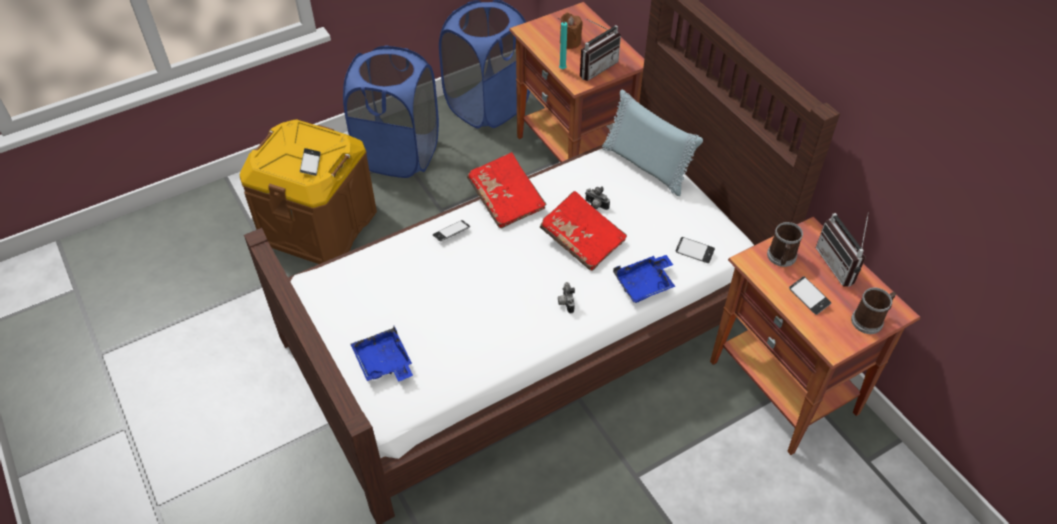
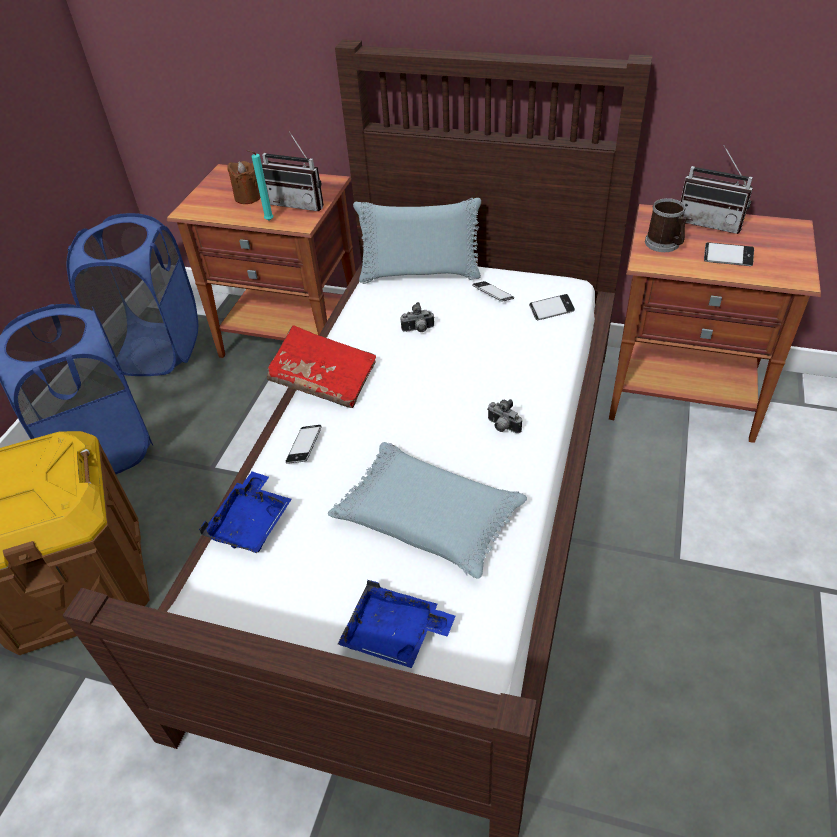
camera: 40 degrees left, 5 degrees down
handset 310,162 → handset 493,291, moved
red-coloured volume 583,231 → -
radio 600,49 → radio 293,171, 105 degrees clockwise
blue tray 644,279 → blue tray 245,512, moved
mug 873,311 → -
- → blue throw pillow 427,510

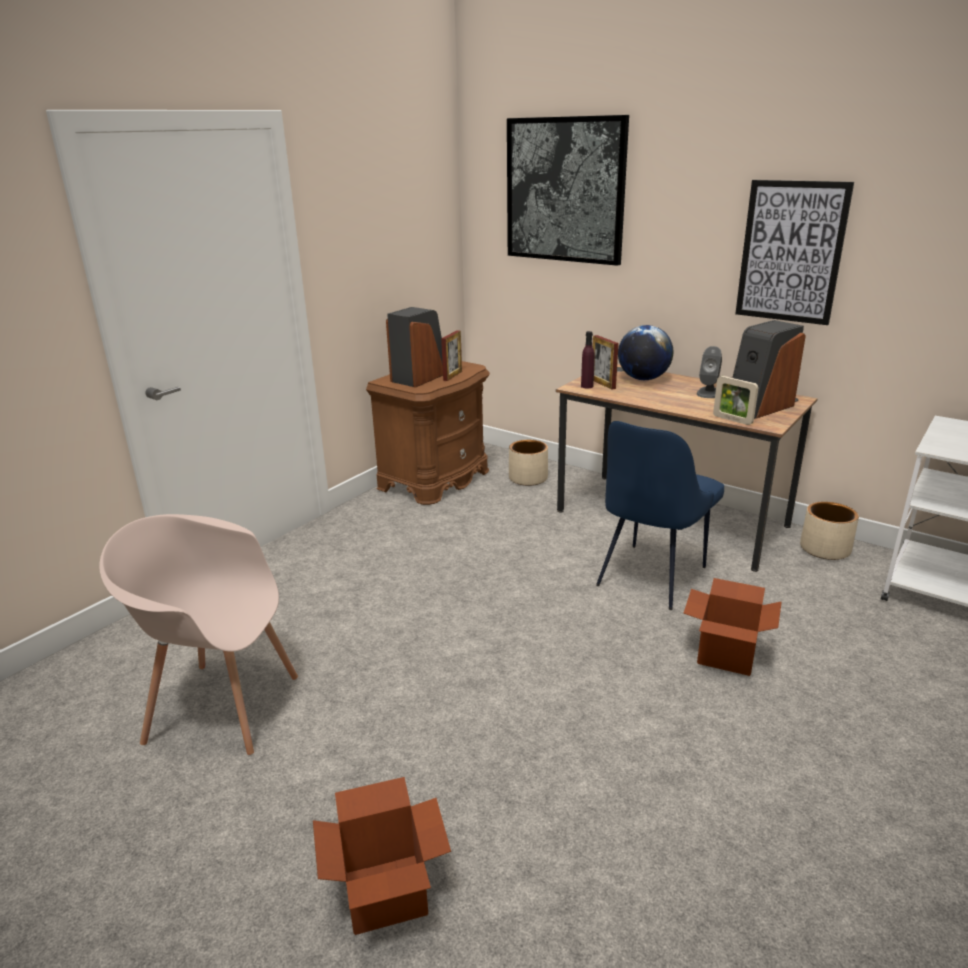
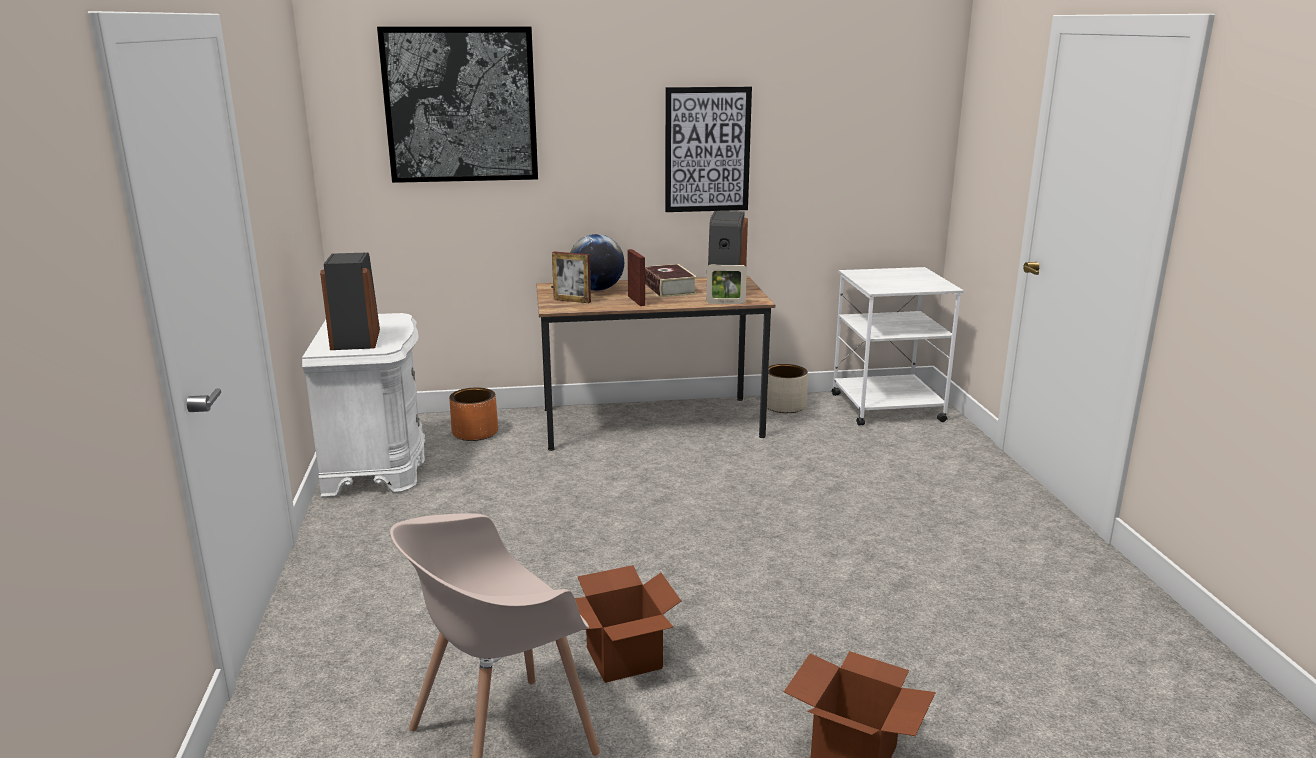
camera: 45 degrees left, 5 degrees down
brown nightstand 428,433 → white-coloured nightstand 363,405
picture frame 451,355 → picture frame 636,277, moved
beige-coloured flower pot 528,463 → orange-coloured flower pot 473,414
purple-coloured beverage bottle 588,359 → -
blue upright chair 660,515 → -
cardboard box 732,627 → cardboard box 628,624, moved
grey speaker 709,372 → volume 671,281

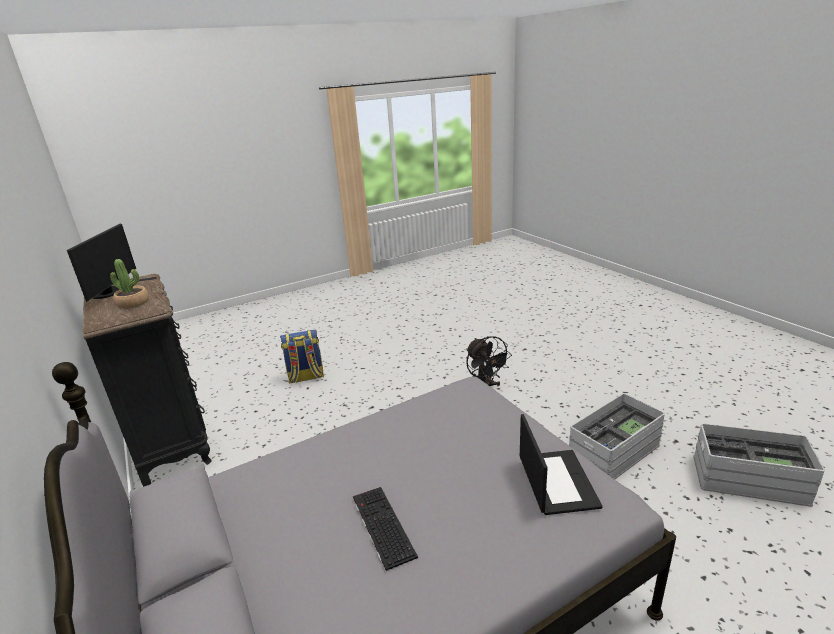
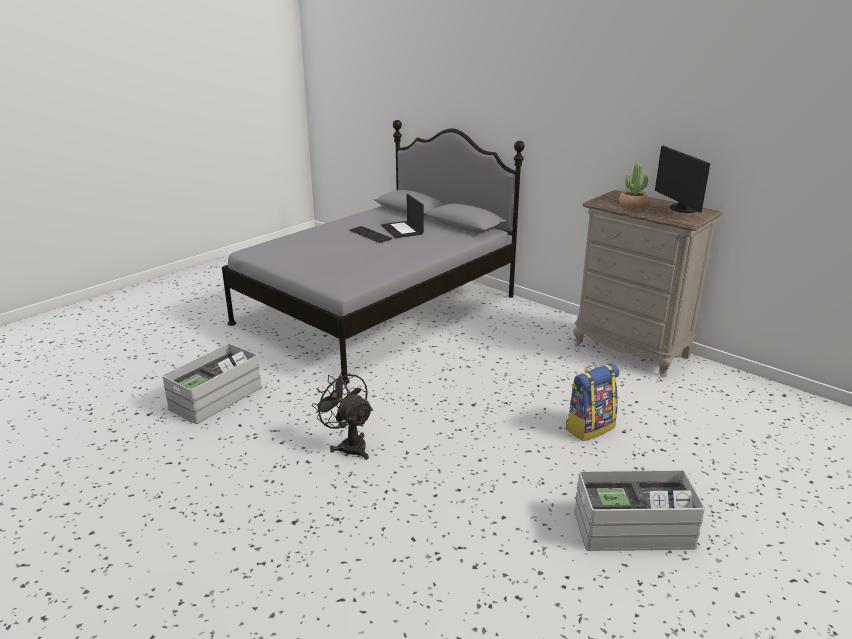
camera: 160 degrees right, 0 degrees up
black-coloured dresser 147,380 → beige-coloured dresser 648,283
notebook computer 561,464 → notebook computer 402,216, moved
grey storage bin 759,465 → grey storage bin 639,510, moved

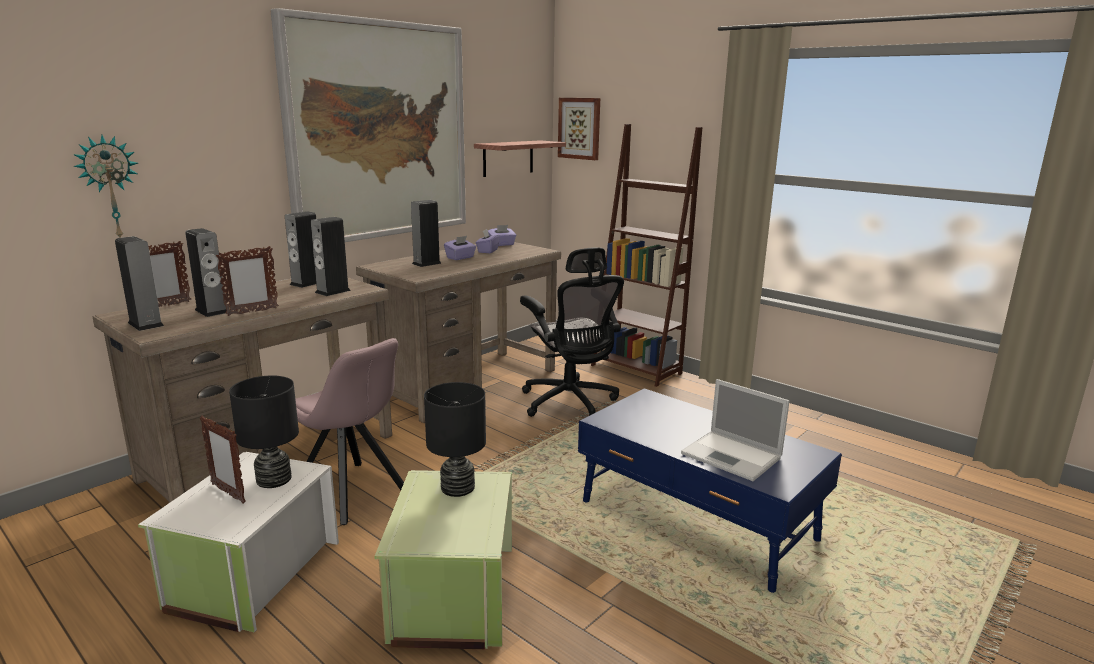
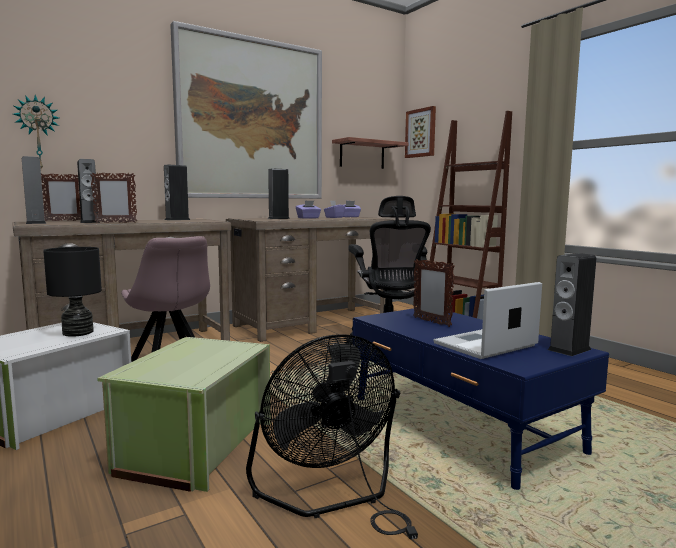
camera: 15 degrees right, 10 degrees down
picture frame 223,459 → picture frame 434,293, moved
speaker 331,256 → speaker 572,304, moved
black-coloured table lamp 455,439 → -
notebook computer 735,430 → notebook computer 488,320, 90 degrees clockwise
- → black-coloured electric fan 332,436

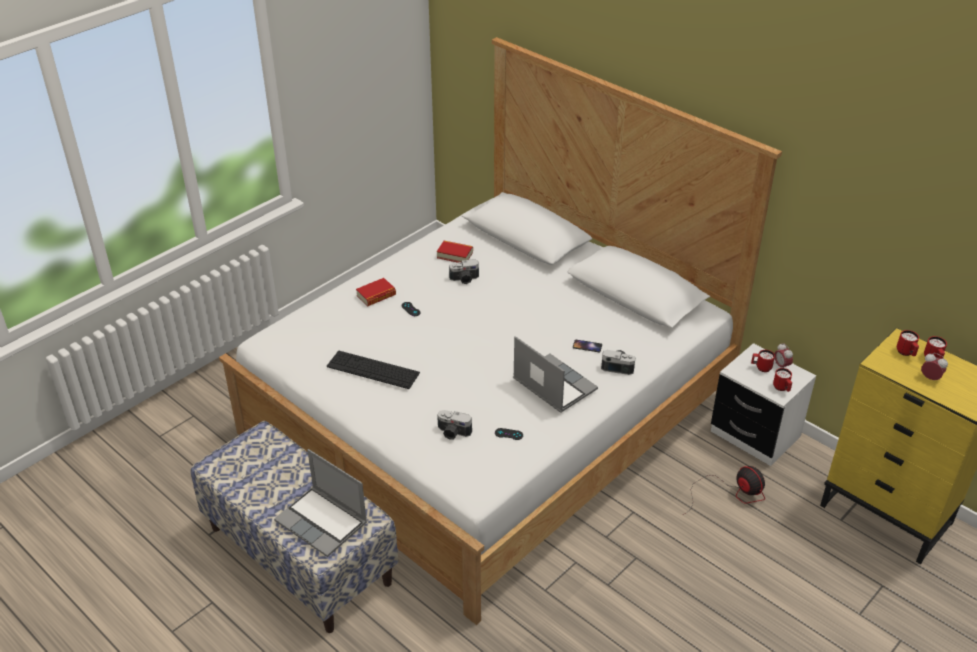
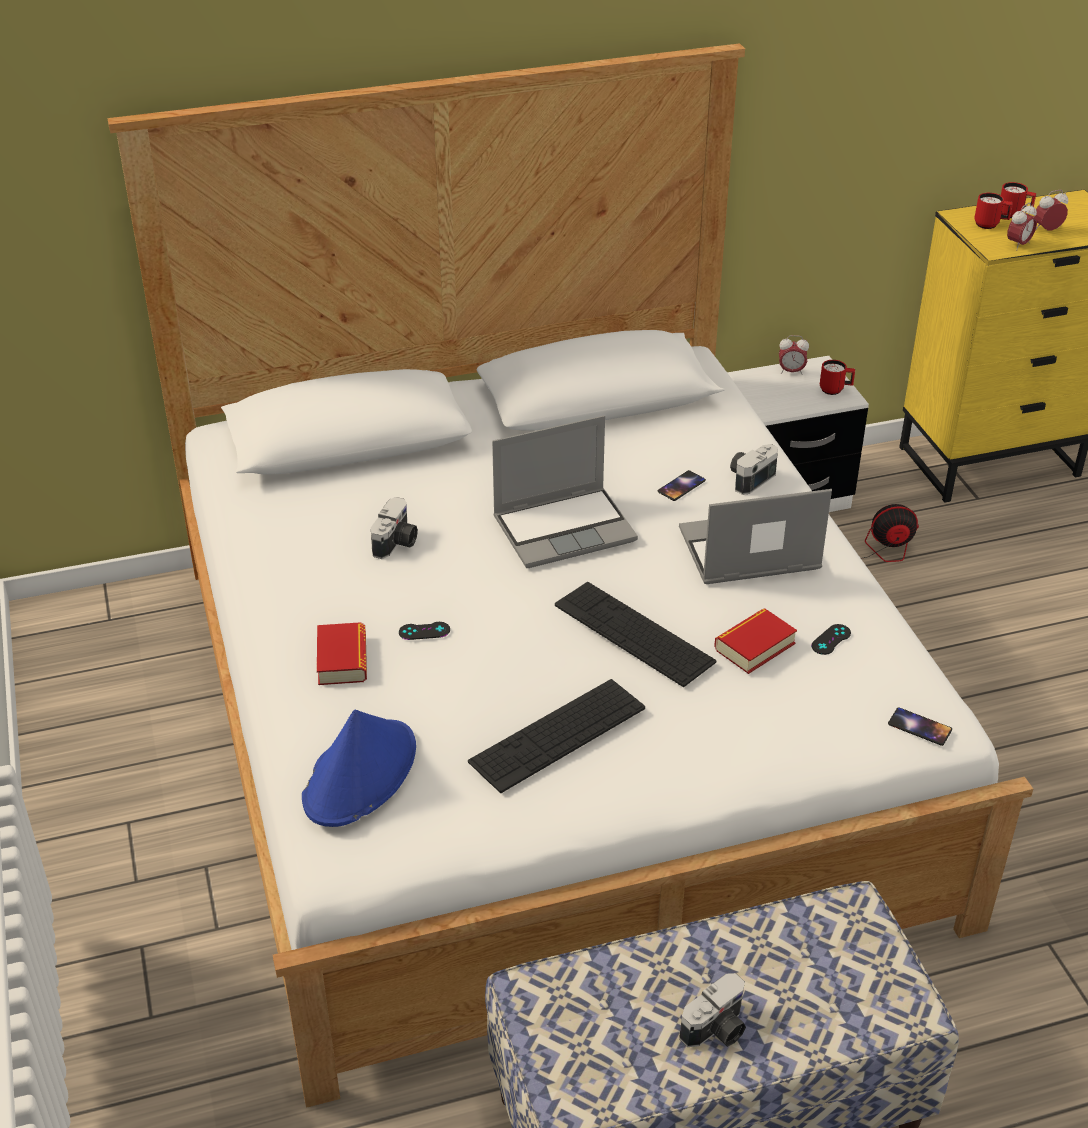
camera: 60 degrees left, 0 degrees up
notebook computer 320,503 → notebook computer 565,491, moved
volume 455,252 → volume 755,641, moved
photo camera 454,425 → photo camera 712,1010, moved
red-coloured mug 763,361 → -
- → blue hat 359,768
- → PC keyboard 635,634
- → handset 920,726
- → alarm clock 1022,226

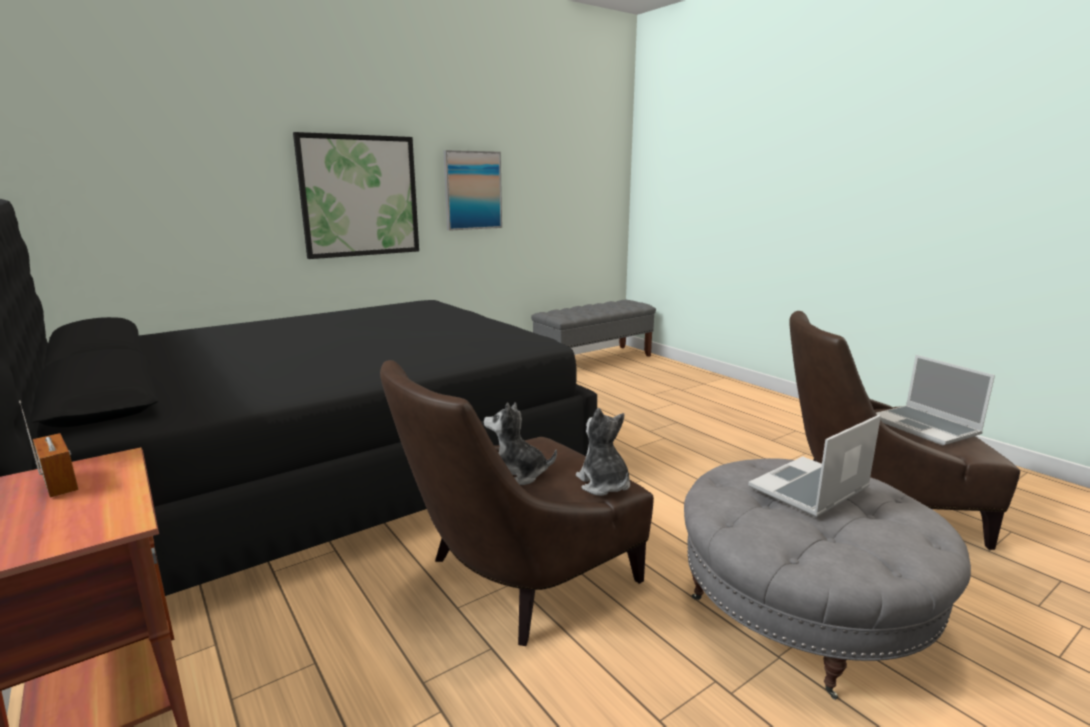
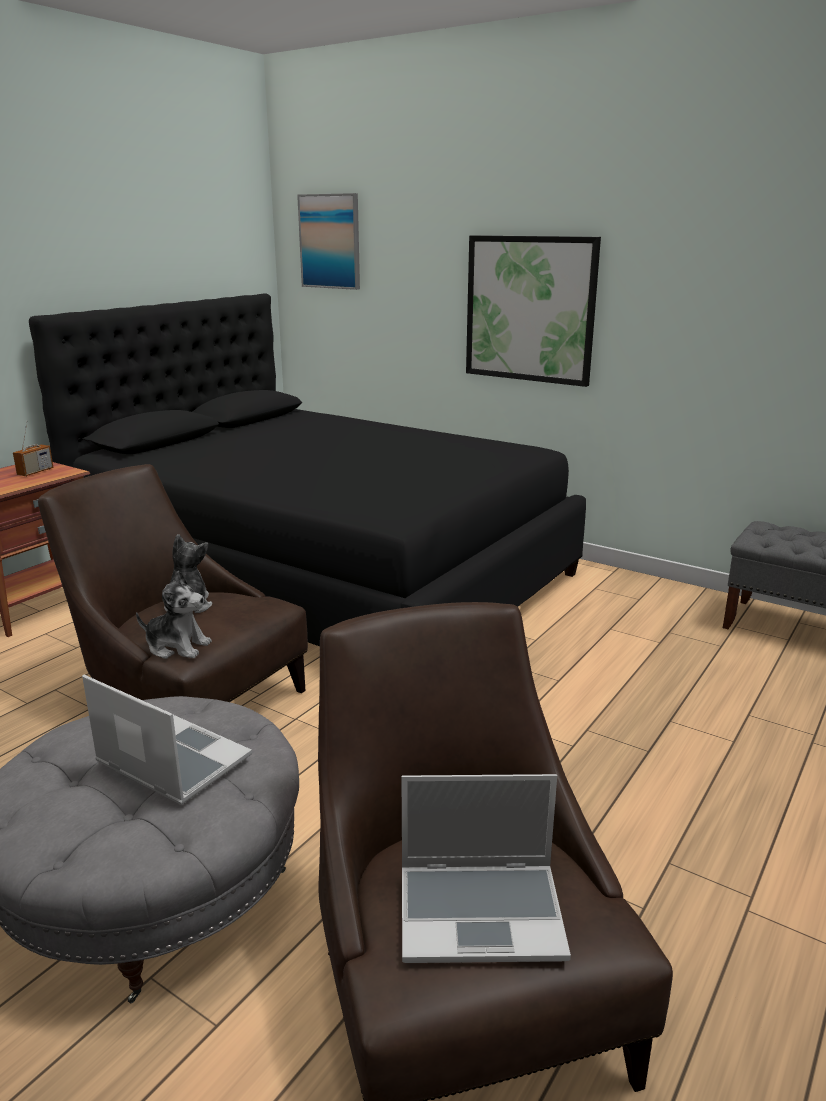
camera: 70 degrees right, 5 degrees up
picture 472,190 → picture 328,241, moved
cuddly toy 603,452 → cuddly toy 174,615, 60 degrees clockwise
notebook computer 935,400 → notebook computer 486,868, 135 degrees counterclockwise

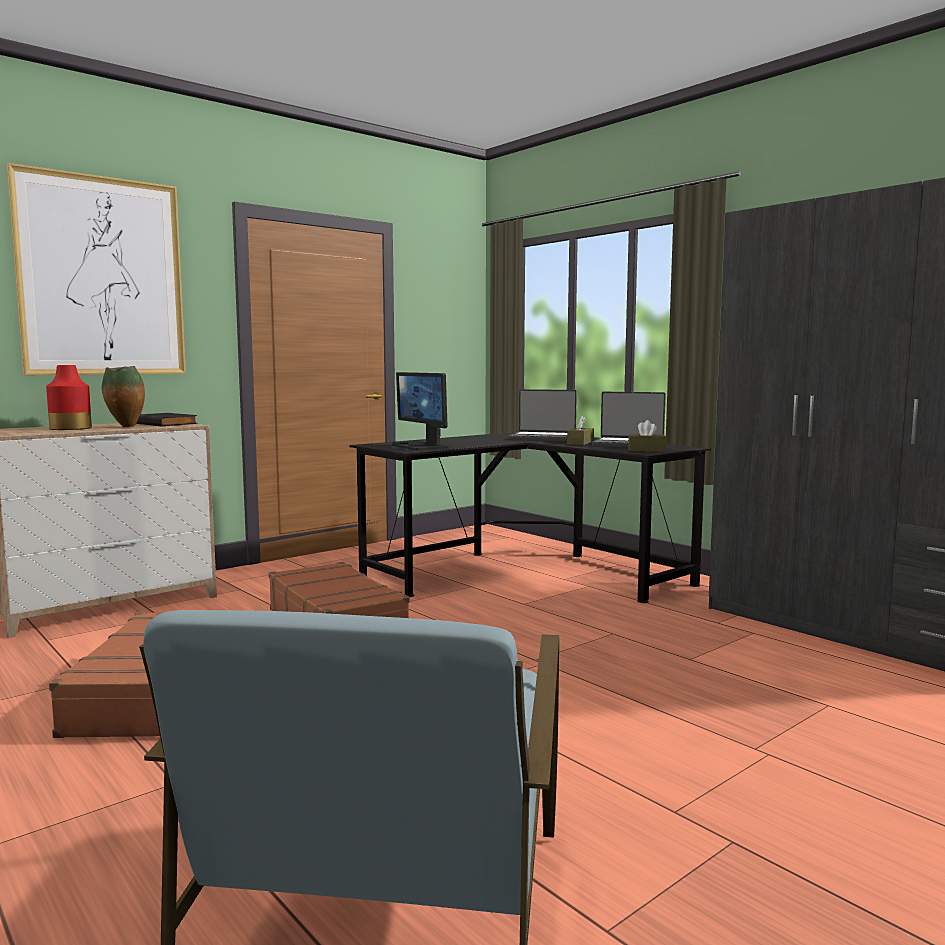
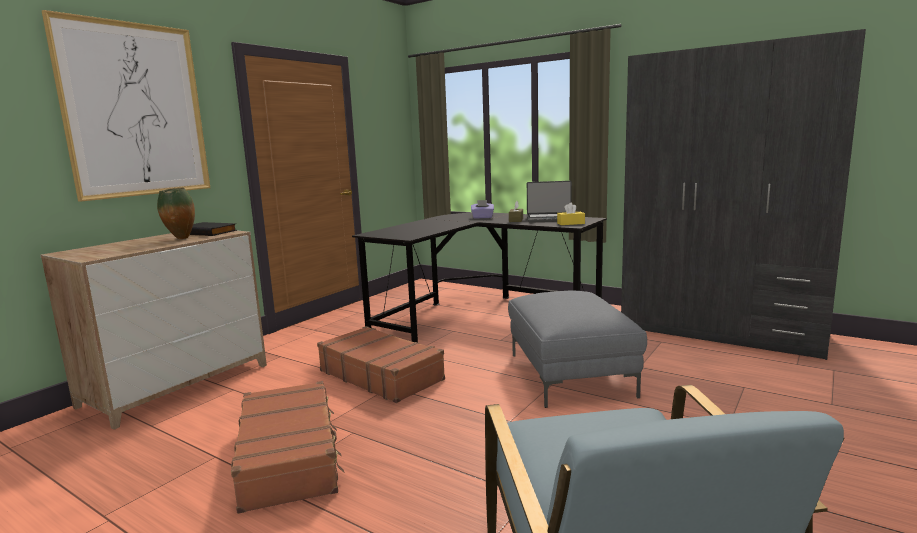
camera: 15 degrees left, 5 degrees up
red-coloured decorative vase 69,397 → -
monitor 420,411 → -
notebook computer 542,415 → purple-coloured tissue box 482,209
brown tissue box 647,436 → yellow tissue box 571,214
- → grey pouffe 577,349

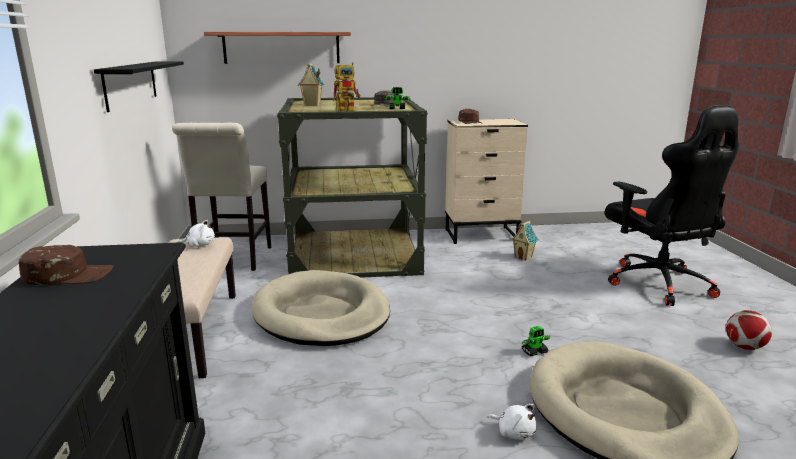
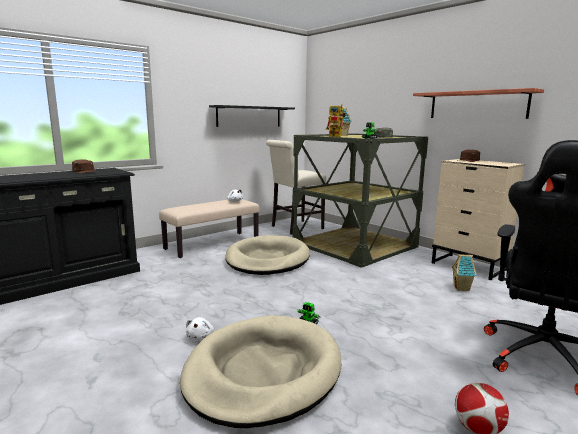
camera: 55 degrees right, 5 degrees down
wall shelf 277,48 → wall shelf 478,103, moved

